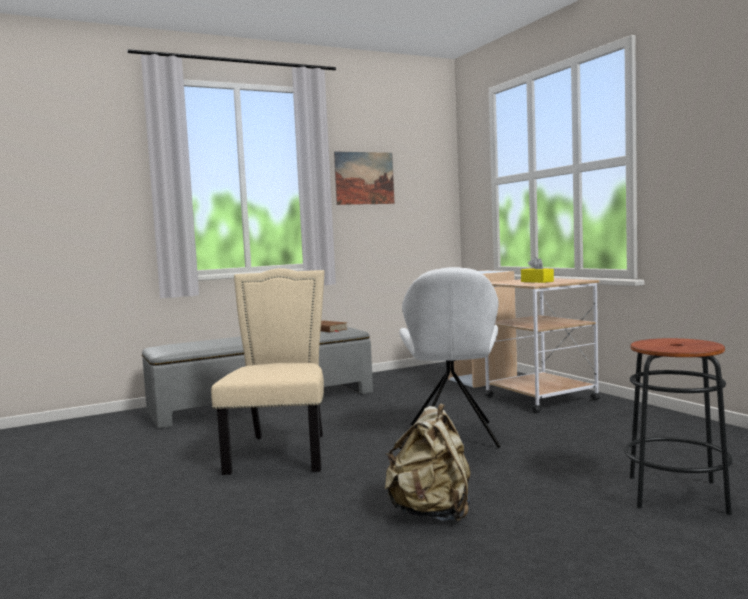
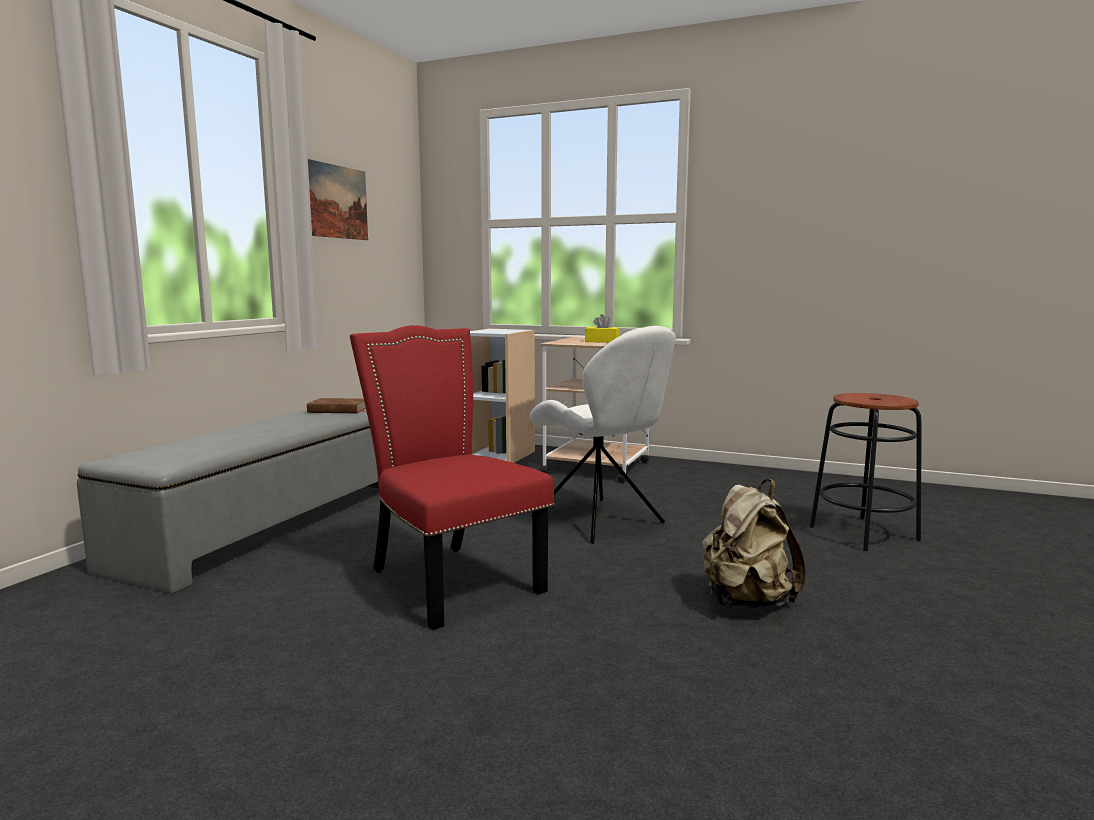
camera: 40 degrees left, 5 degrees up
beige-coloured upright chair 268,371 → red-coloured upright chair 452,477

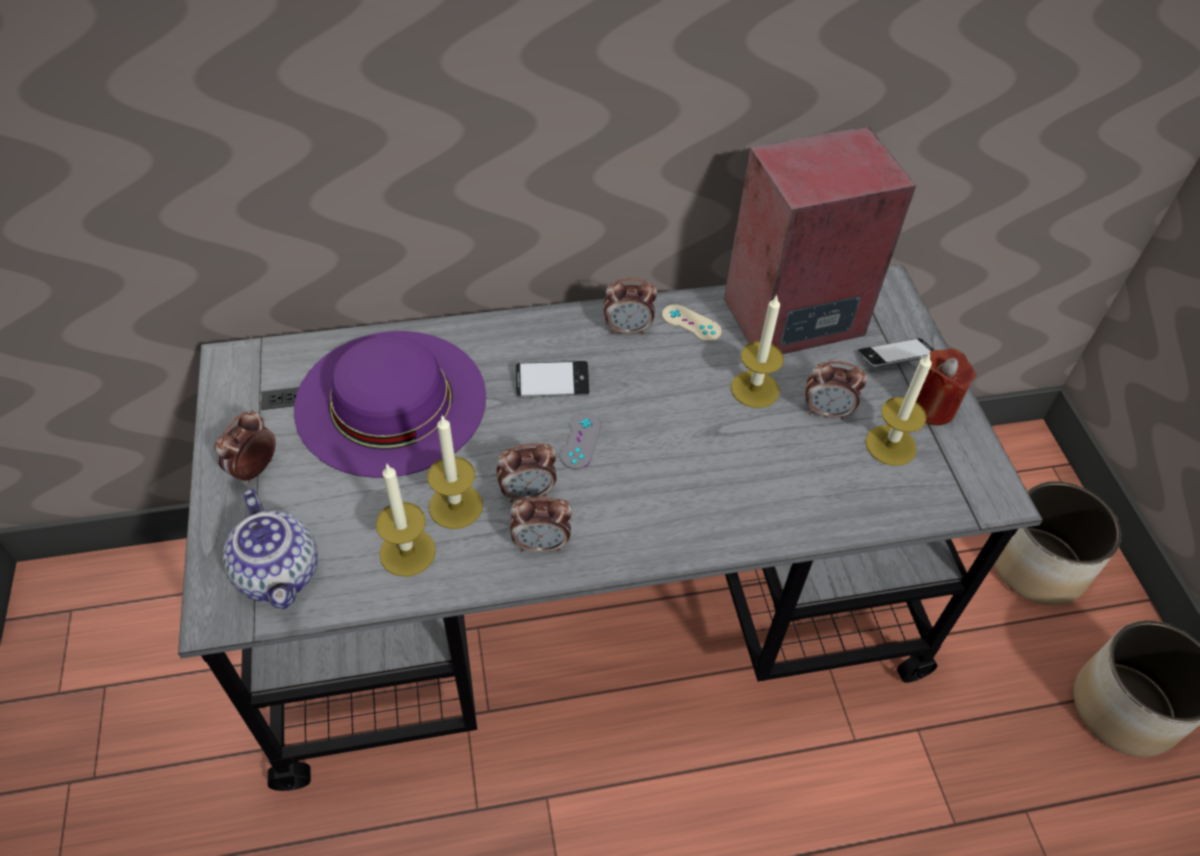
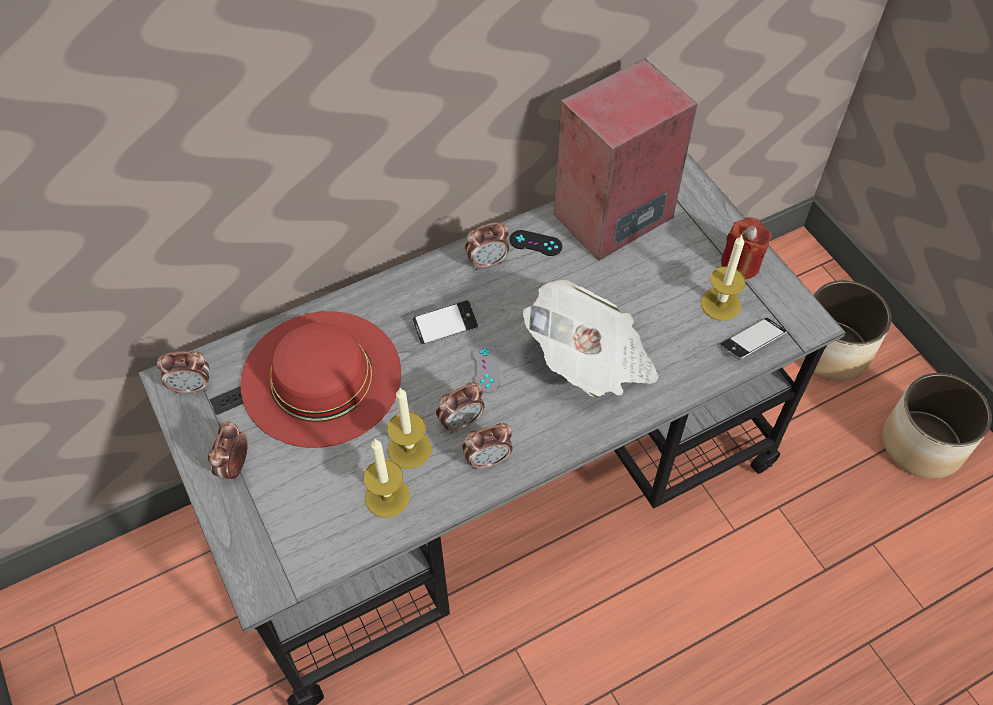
camera: 15 degrees left, 5 degrees up
tea pot 270,549 → -
purple-coloured hat 390,404 → red-coloured hat 320,379
beige-coloured joypad 692,323 → black-coloured joypad 536,243
wax light 757,351 → -
alarm clock 836,390 → alarm clock 183,372, moved
handset 895,352 → handset 753,339, moved
- → daily paper 591,339

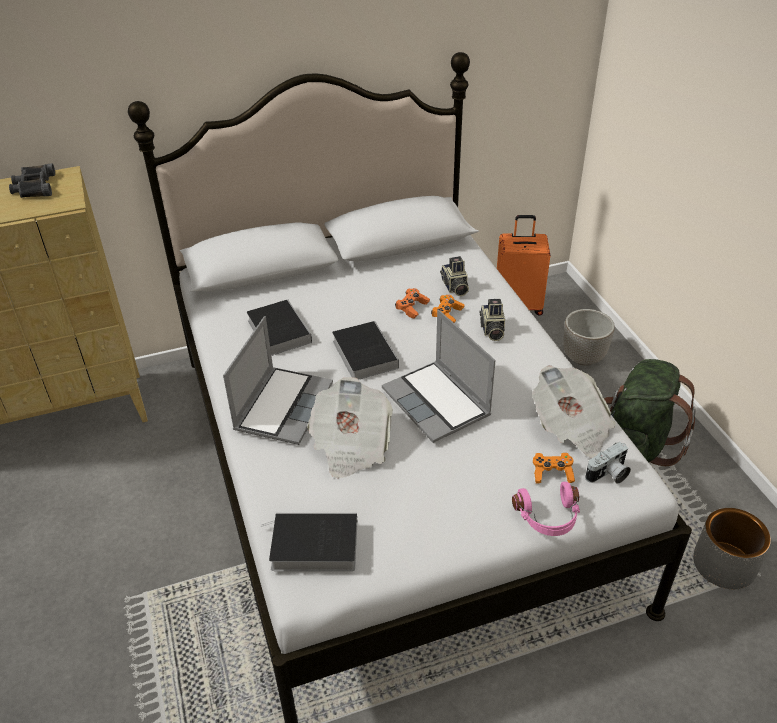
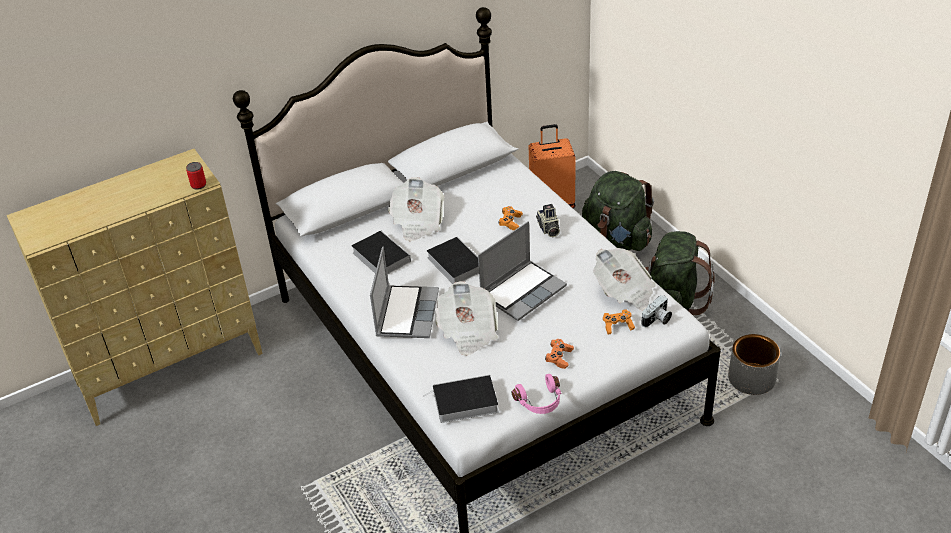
camera: 10 degrees left, 0 degrees up
black-coloured pair of binoculars 32,180 → -
notebook computer 439,376 → notebook computer 522,271, 90 degrees counterclockwise
orange-coloured joypad 412,303 → orange-coloured joypad 559,354, moved
photo camera 454,276 → -
pink headset 546,509 → pink headset 537,394, moved
flower pot 589,337 → greenish backpack 618,211
- → sealed can 196,176
- → daily paper 416,209

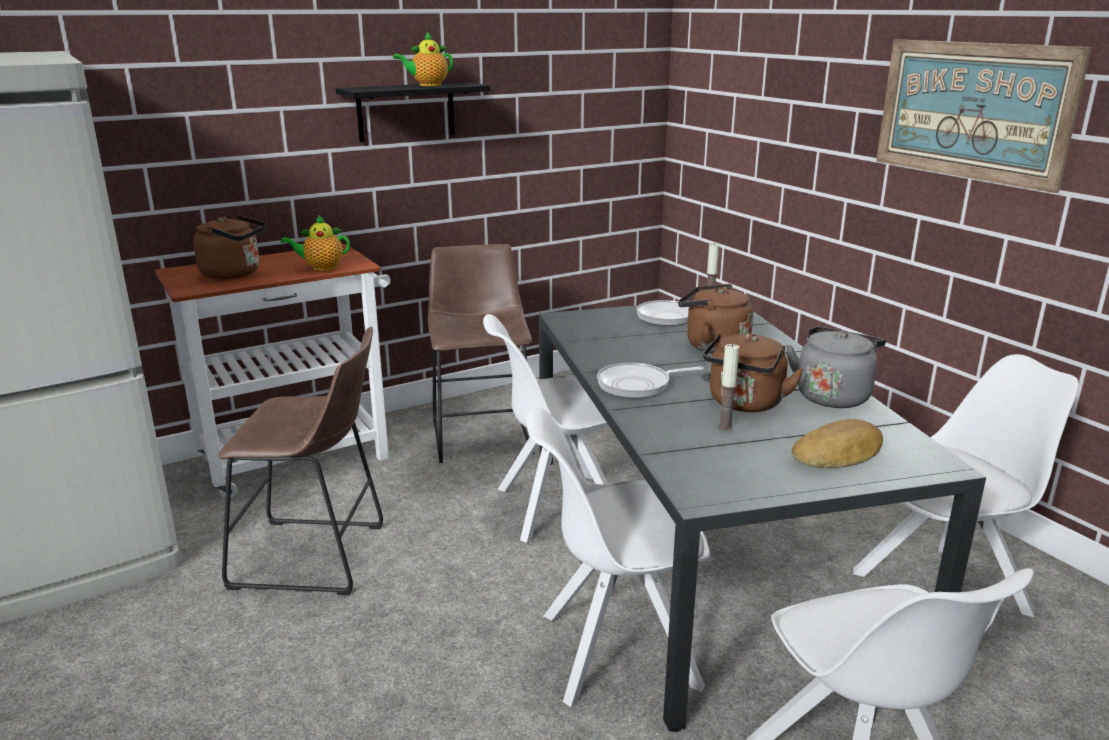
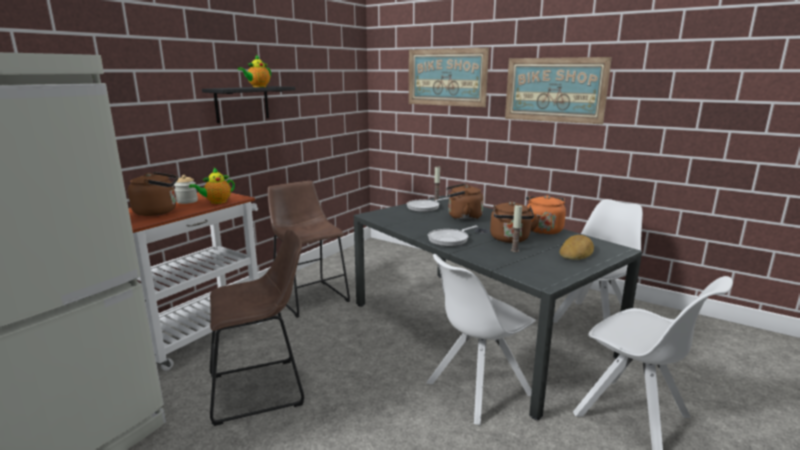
camera: 25 degrees left, 5 degrees down
white-coloured upright chair 546,428 → -
grey water kettle 836,367 → orange-coloured water kettle 546,215
- → storage jar 186,189
- → picture 449,77

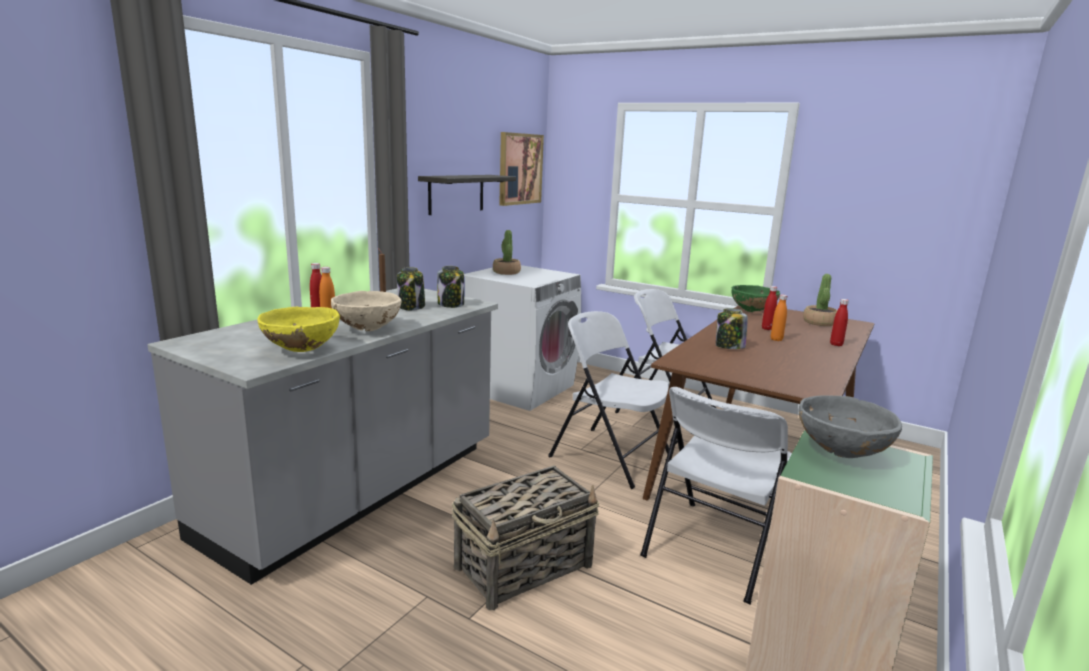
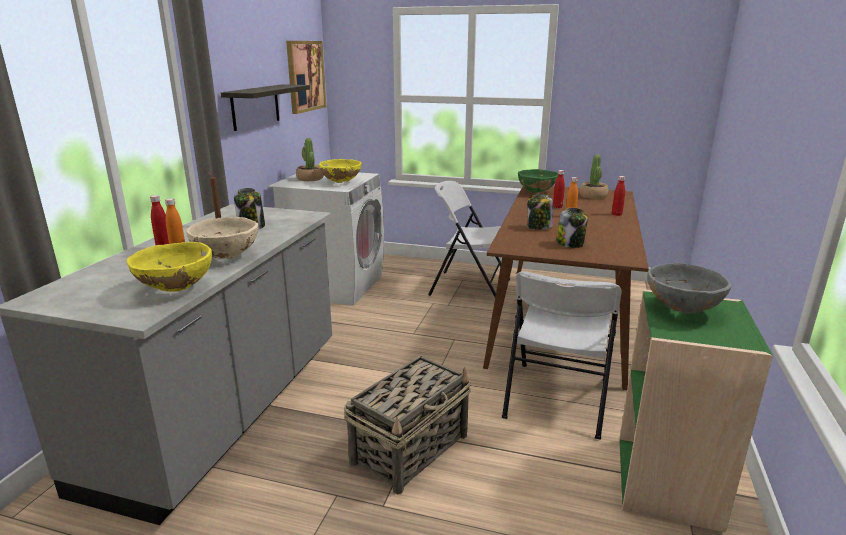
camera: 15 degrees left, 5 degrees up
storage jar 450,287 → storage jar 572,228, moved
white-coloured upright chair 608,400 → -
- → yellow serving bowl 340,171

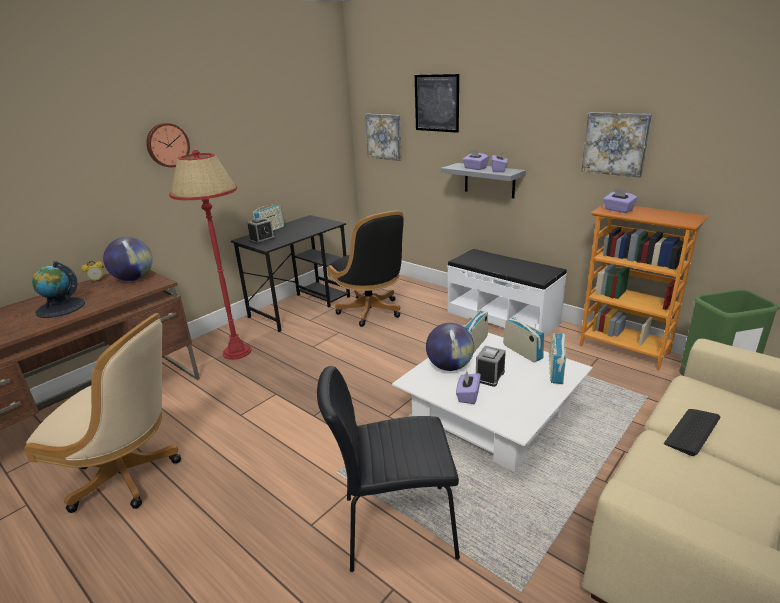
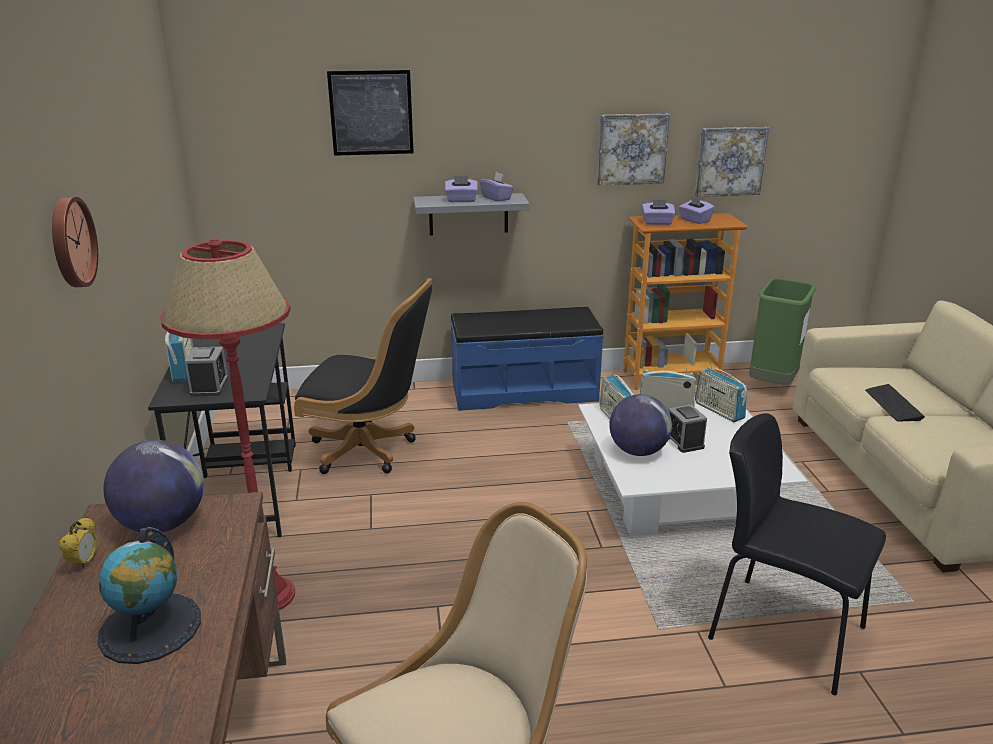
camera: 50 degrees left, 0 degrees up
black-coloured upright chair 388,469 → black-coloured upright chair 797,554, 90 degrees clockwise
picture 383,137 → picture 732,162, moved
white-coloured indoor bench 507,293 → blue indoor bench 527,359
purple-coloured tissue box 468,387 → purple-coloured tissue box 697,210, moved

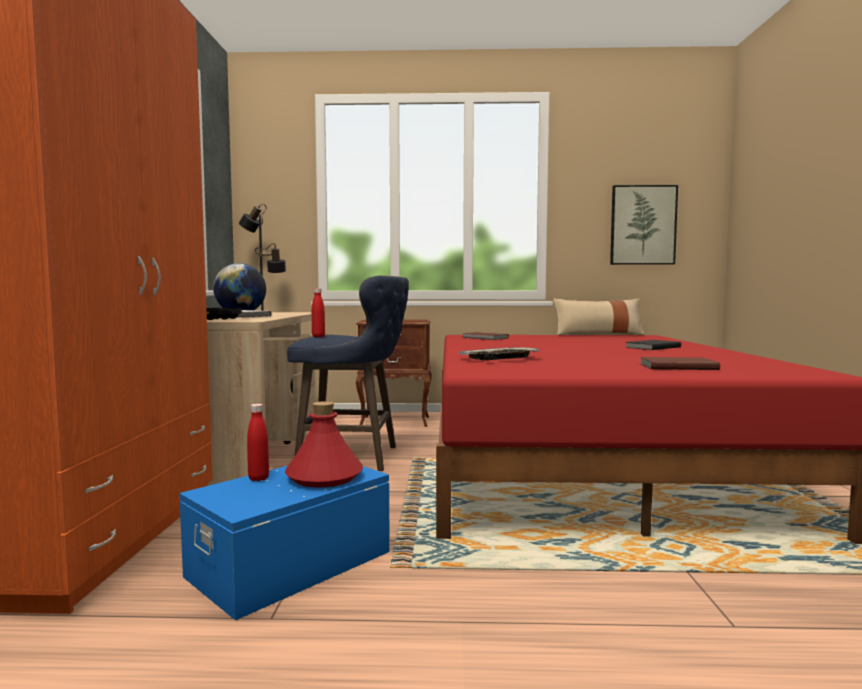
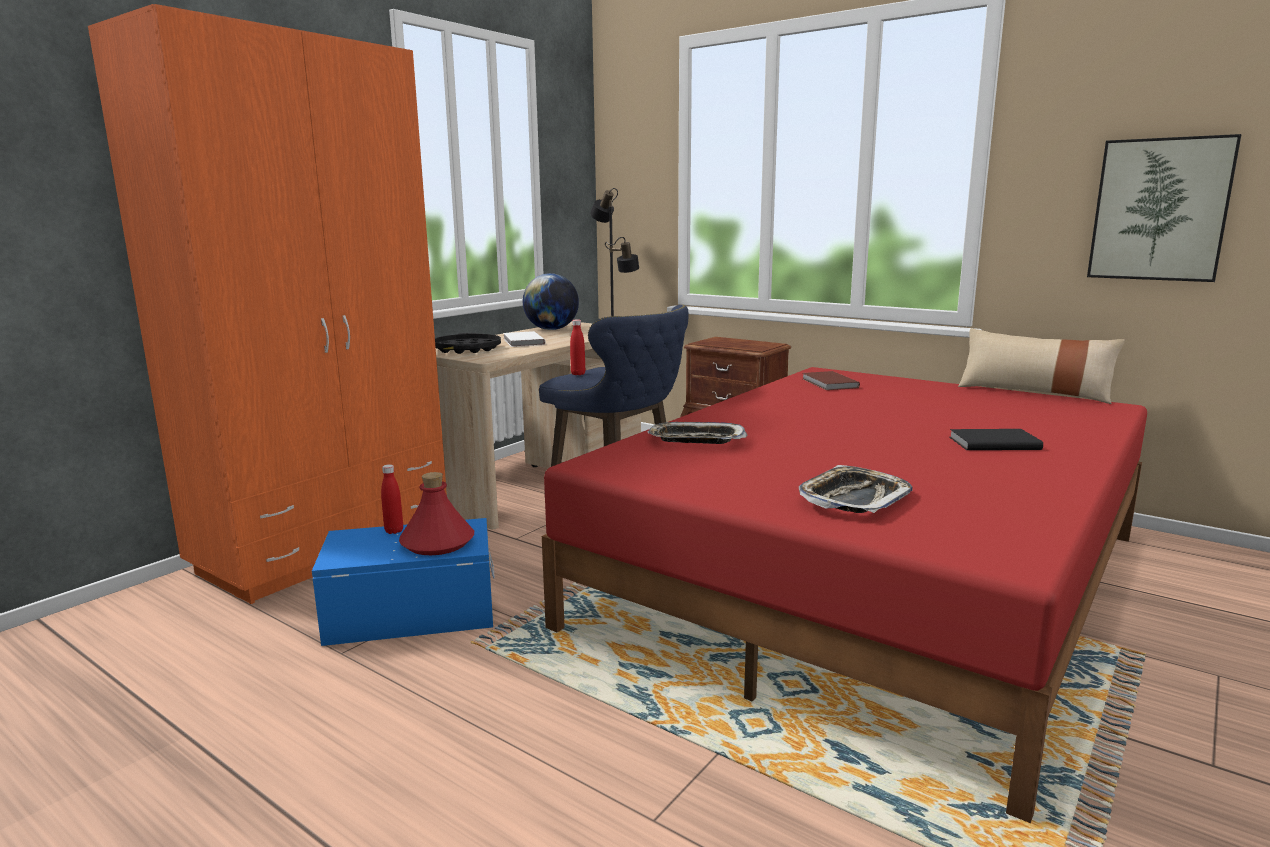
camera: 35 degrees right, 10 degrees up
brown volume 680,363 → tray 856,489

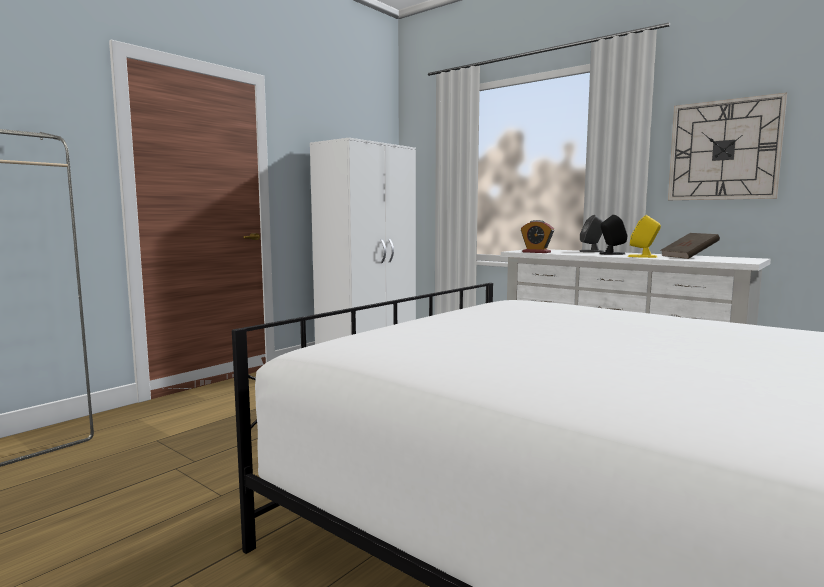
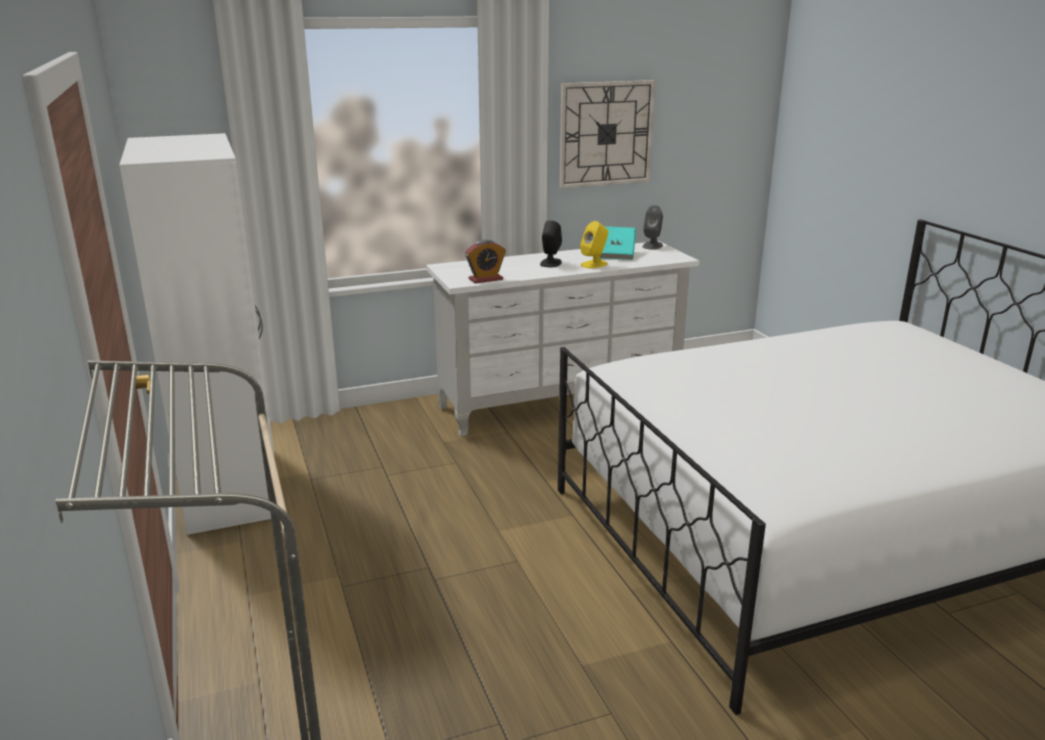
camera: 60 degrees left, 15 degrees up
grey speaker 591,233 → grey speaker 652,227, moved
brown volume 690,246 → blue-green volume 618,243

